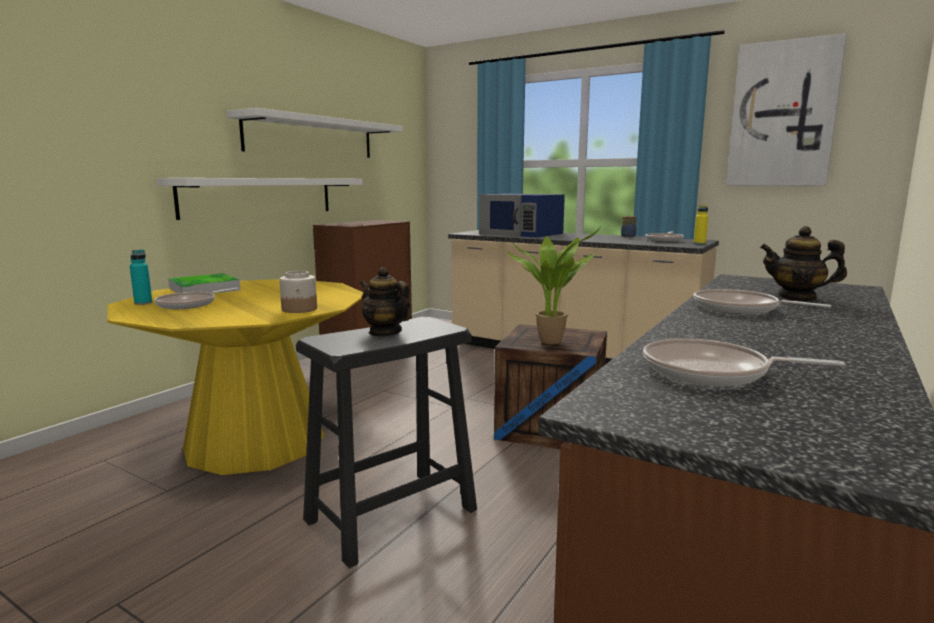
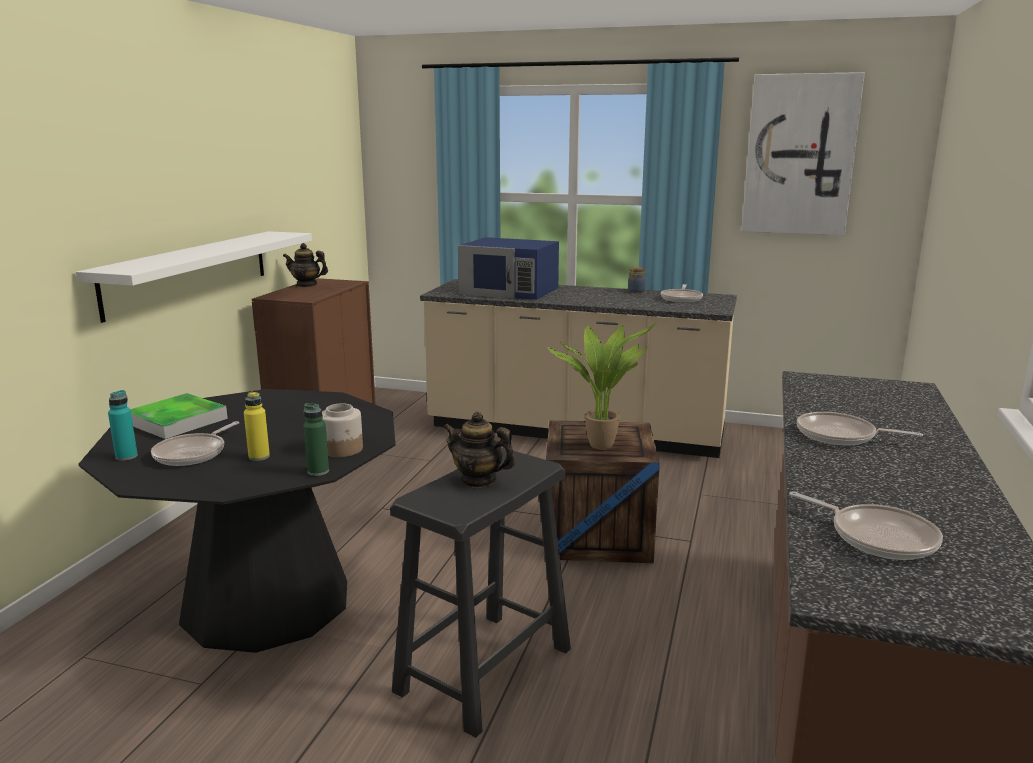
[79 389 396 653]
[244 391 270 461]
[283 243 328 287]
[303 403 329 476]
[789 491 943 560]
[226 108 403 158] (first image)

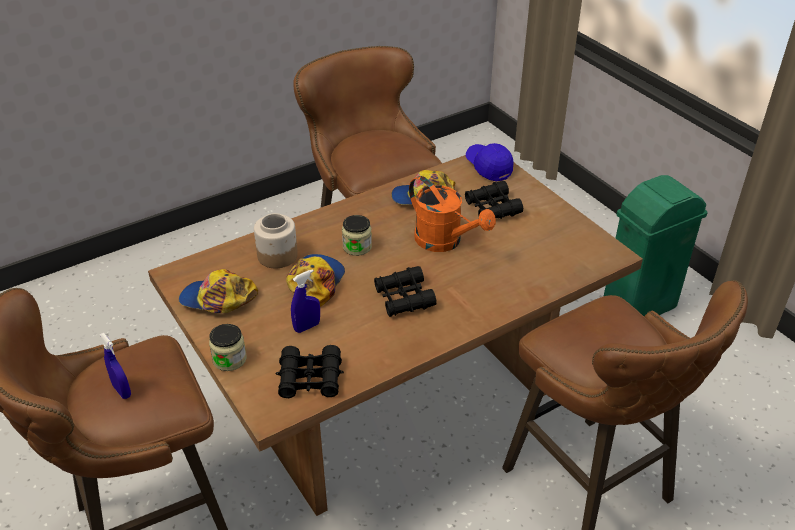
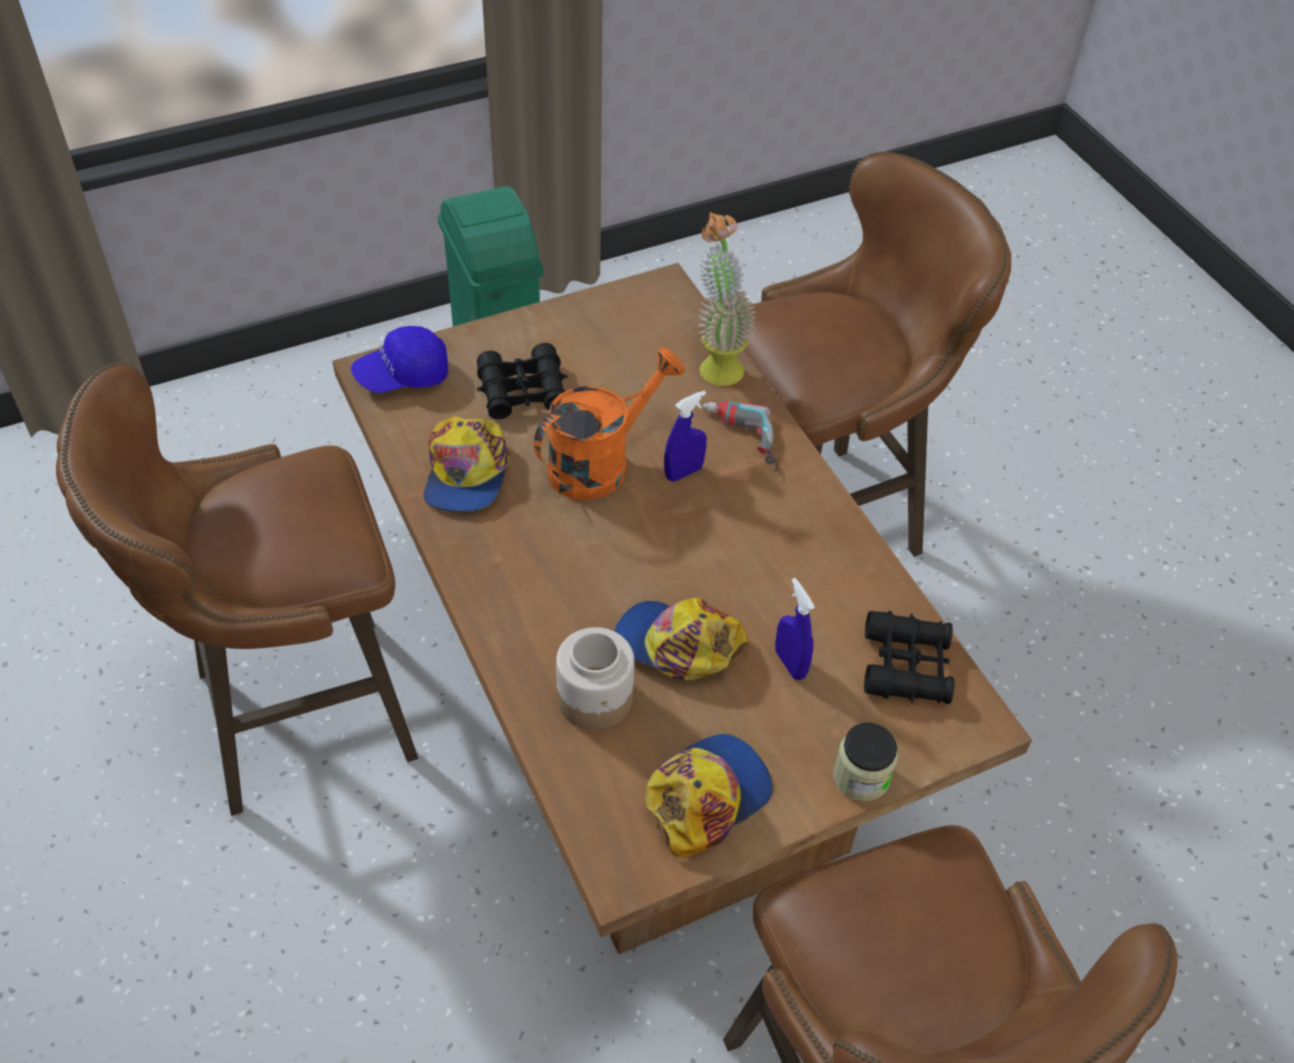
[645 734 773 857]
[664 390 707 482]
[697 212 756 386]
[702 401 778 471]
[342 215 372 256] (first image)
[374 266 437 317] (first image)

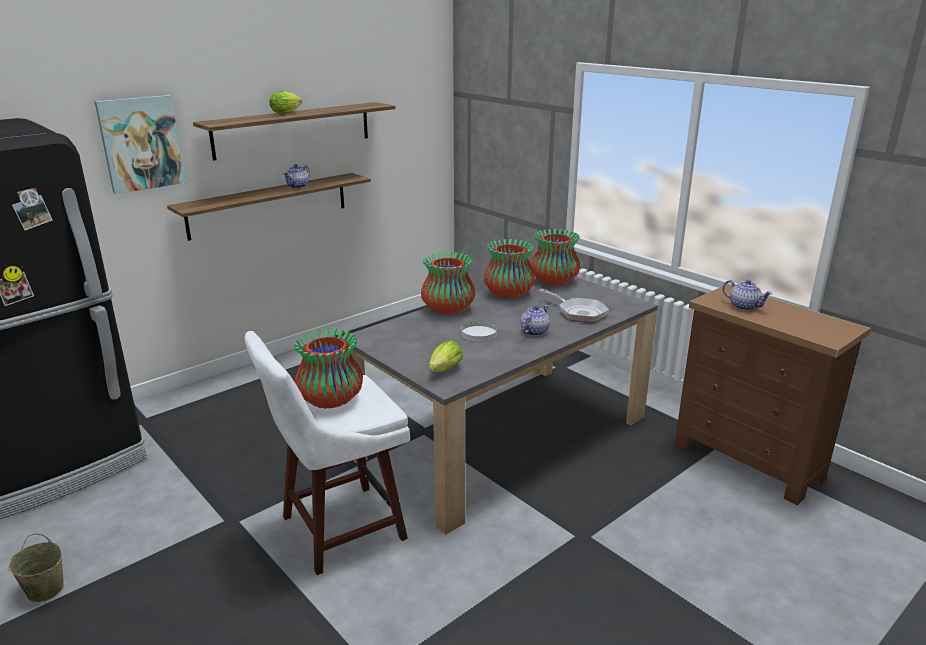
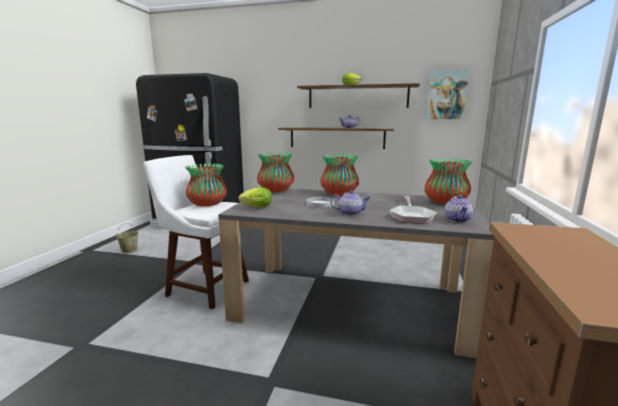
[257 152 294 192]
[424 69 469 119]
[445 195 473 222]

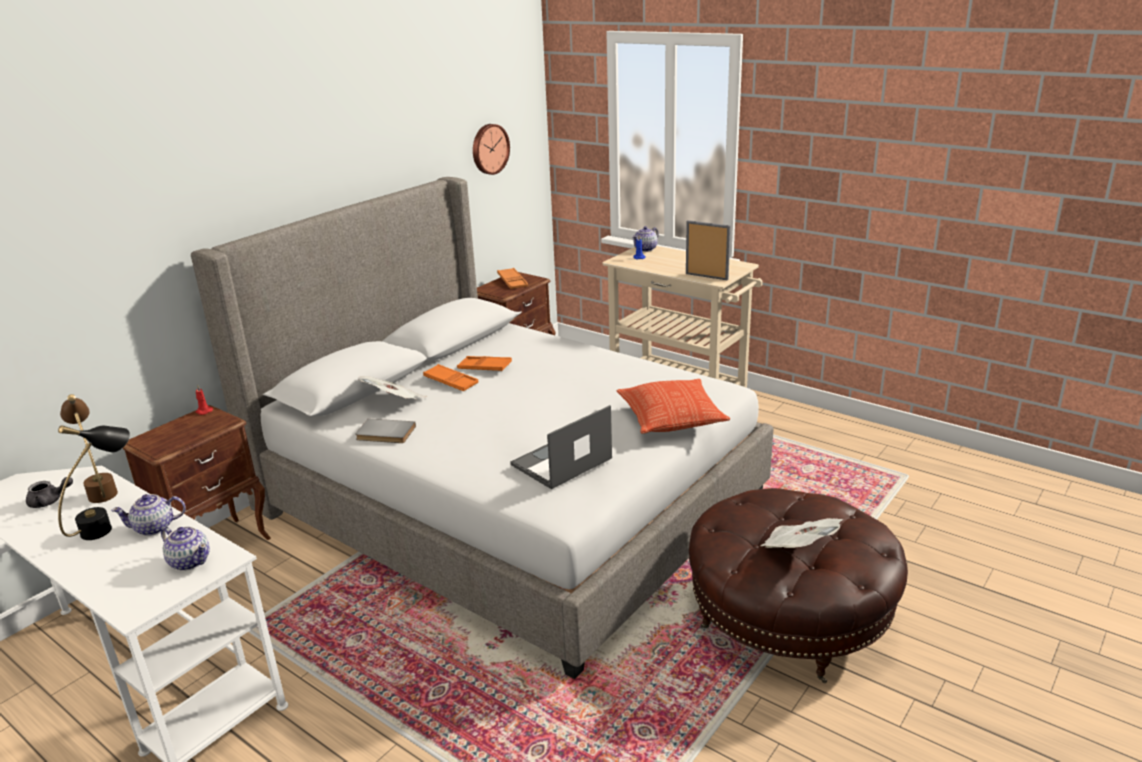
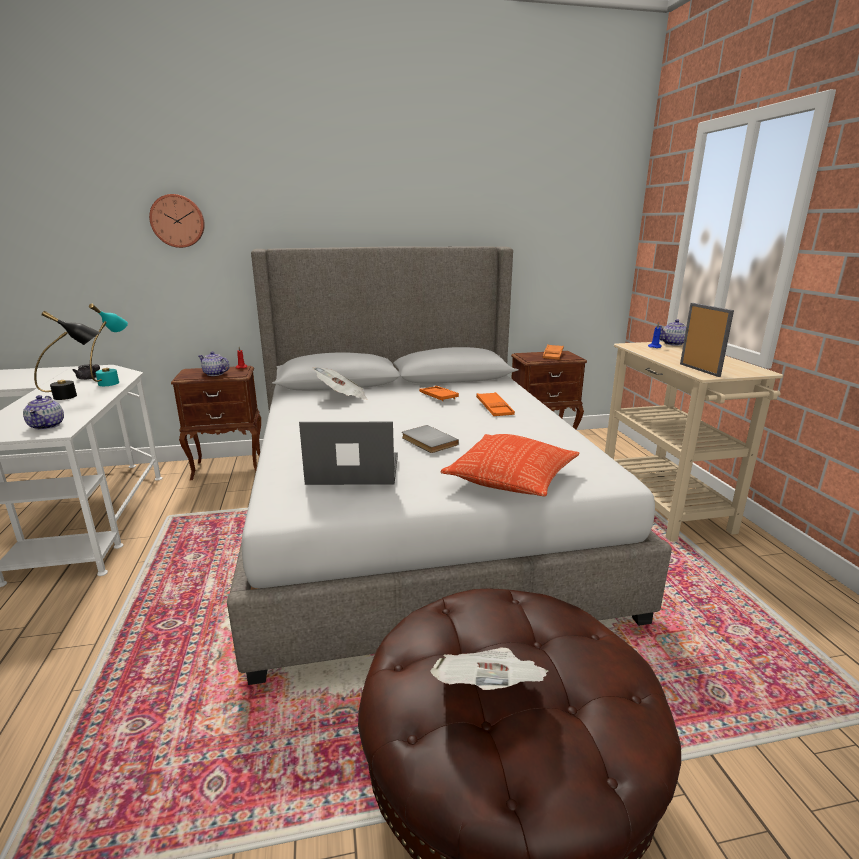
[89 304 128 386]
[149 194 205 248]
[198 351 230 376]
[402 425 459 453]
[476 392 515 416]

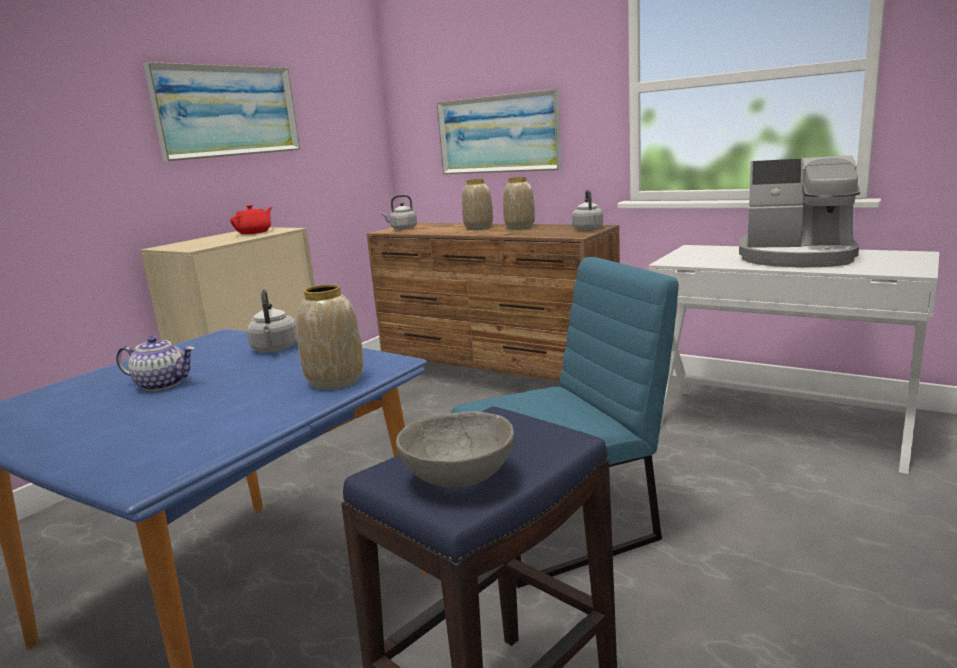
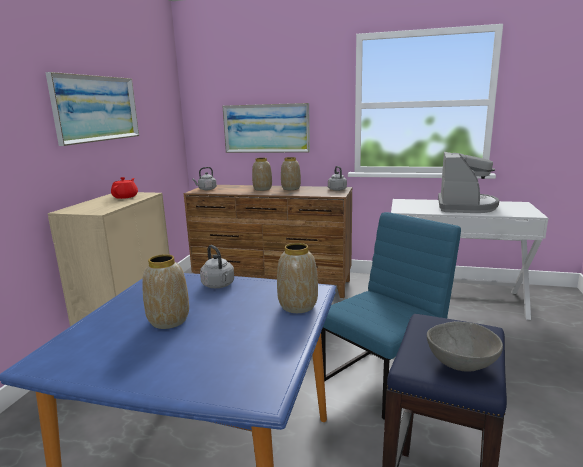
[142 254 189 329]
[438 151 499 213]

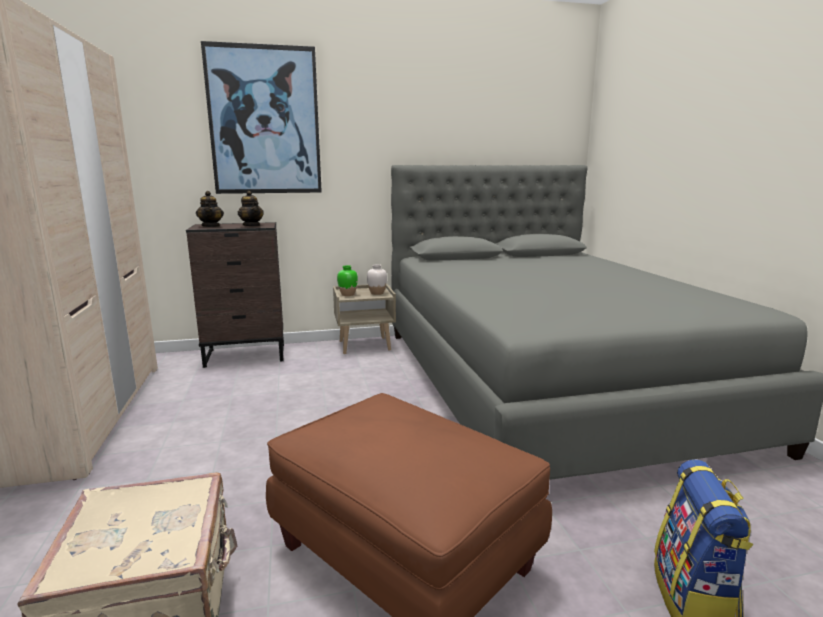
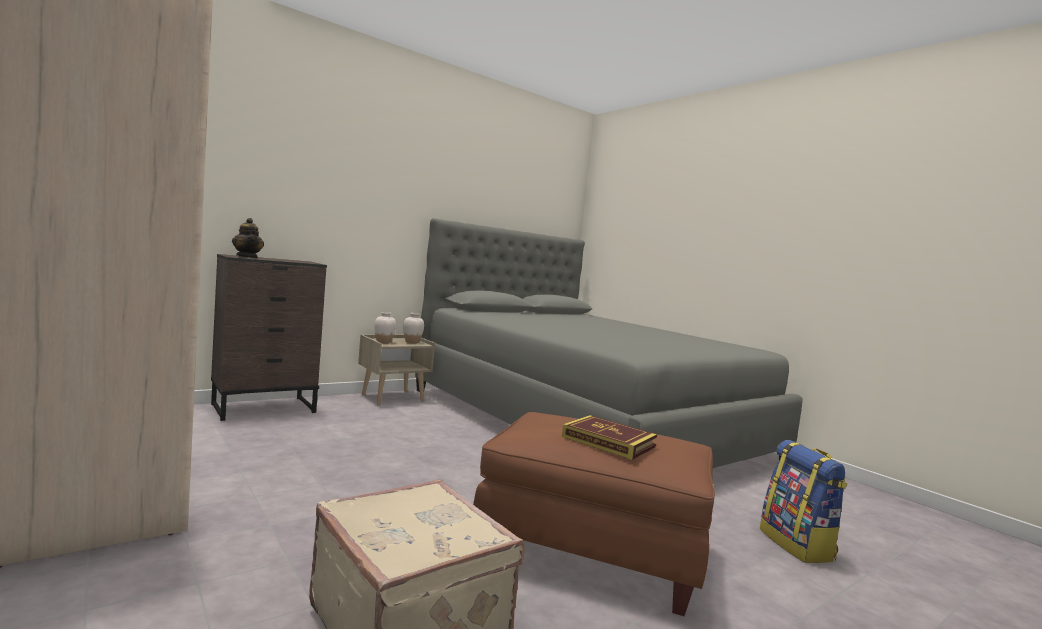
[374 312 396 344]
[562 415 657 460]
[201 41 322 194] (first image)
[238 191 264 226] (first image)

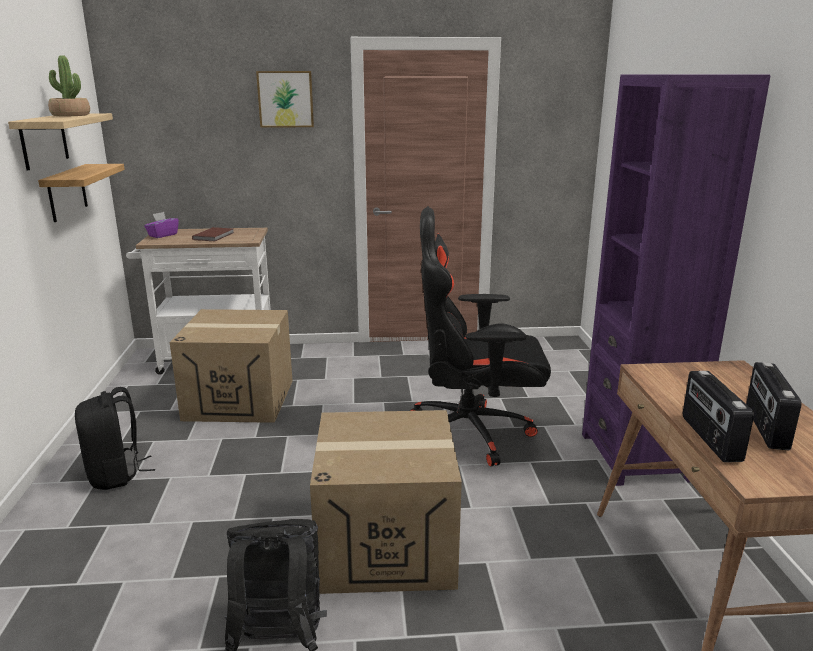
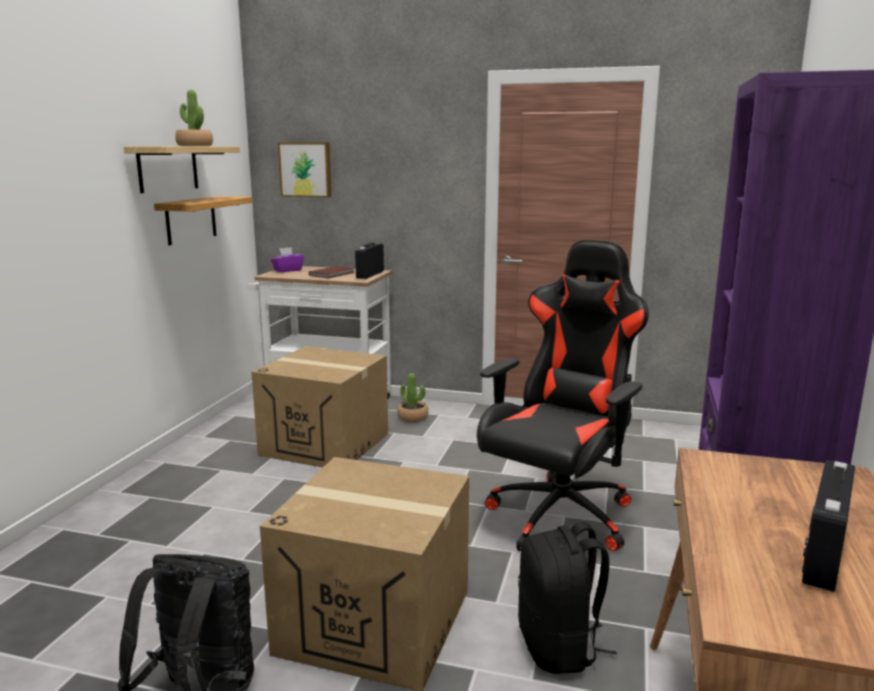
[278 142 331 197]
[355 243 384 279]
[398 373 428 422]
[477 240 649 551]
[518 522 617 674]

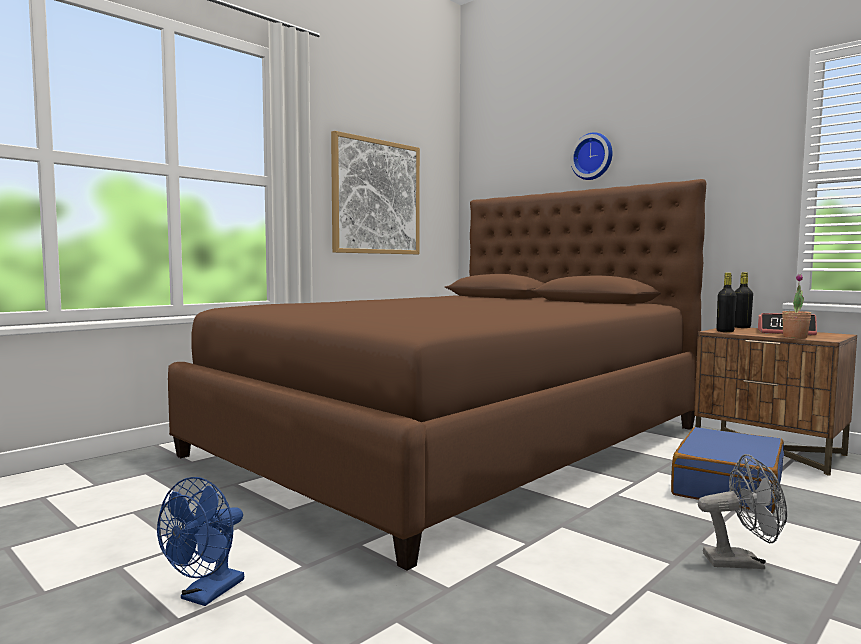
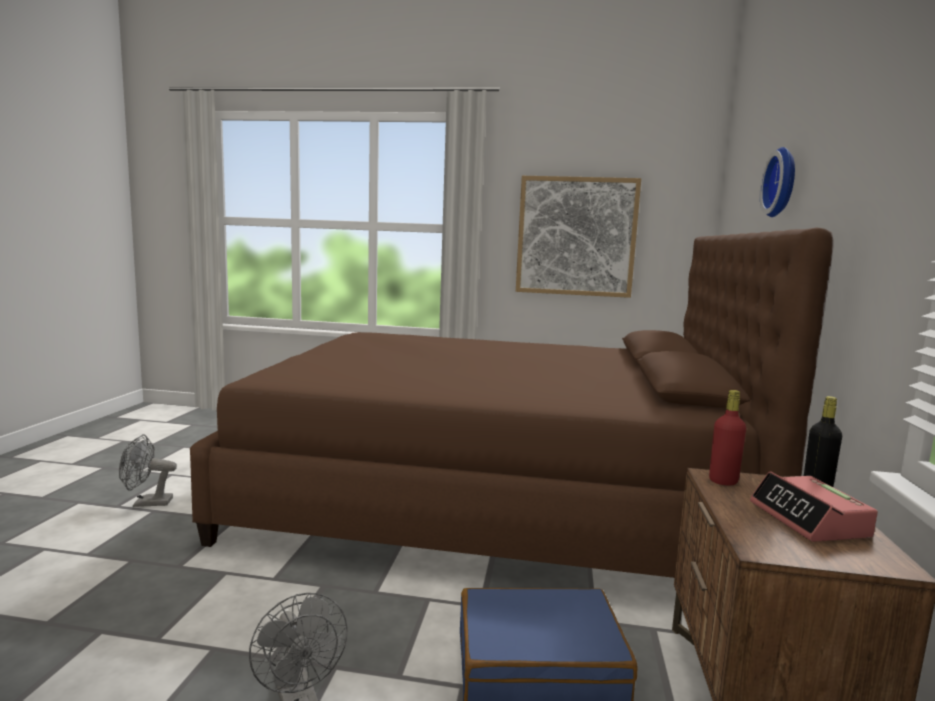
[119 434 177 507]
[709 390 746 486]
[782 274 811 338] (first image)

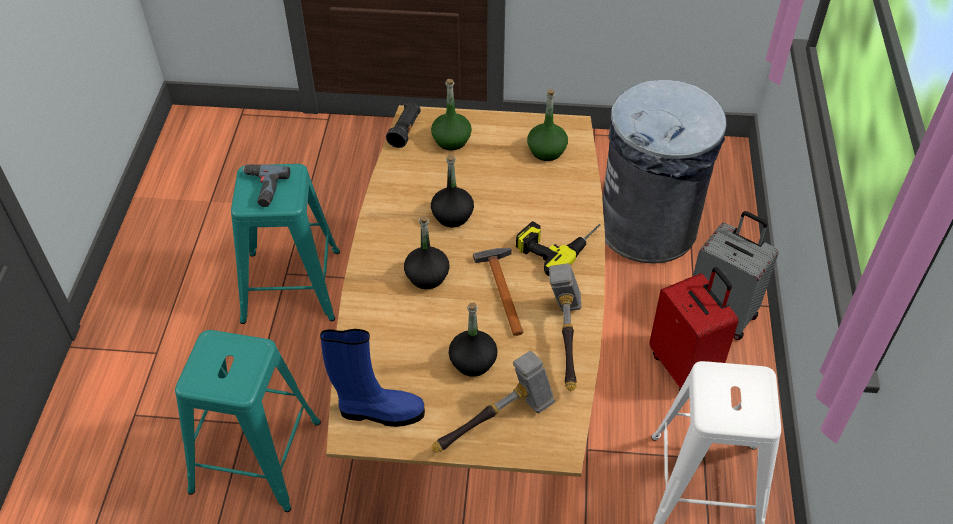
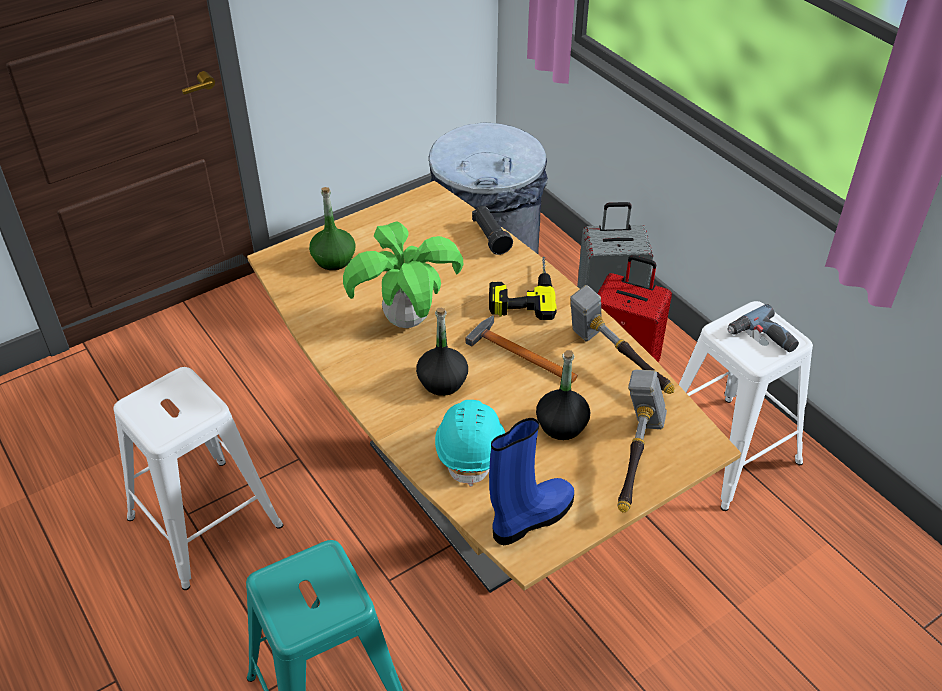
[113 367 283 590]
[343 221 464 328]
[435 400 505 487]
[472 206 513 255]
[728 304 799 352]
[527 89 568 161] (first image)

